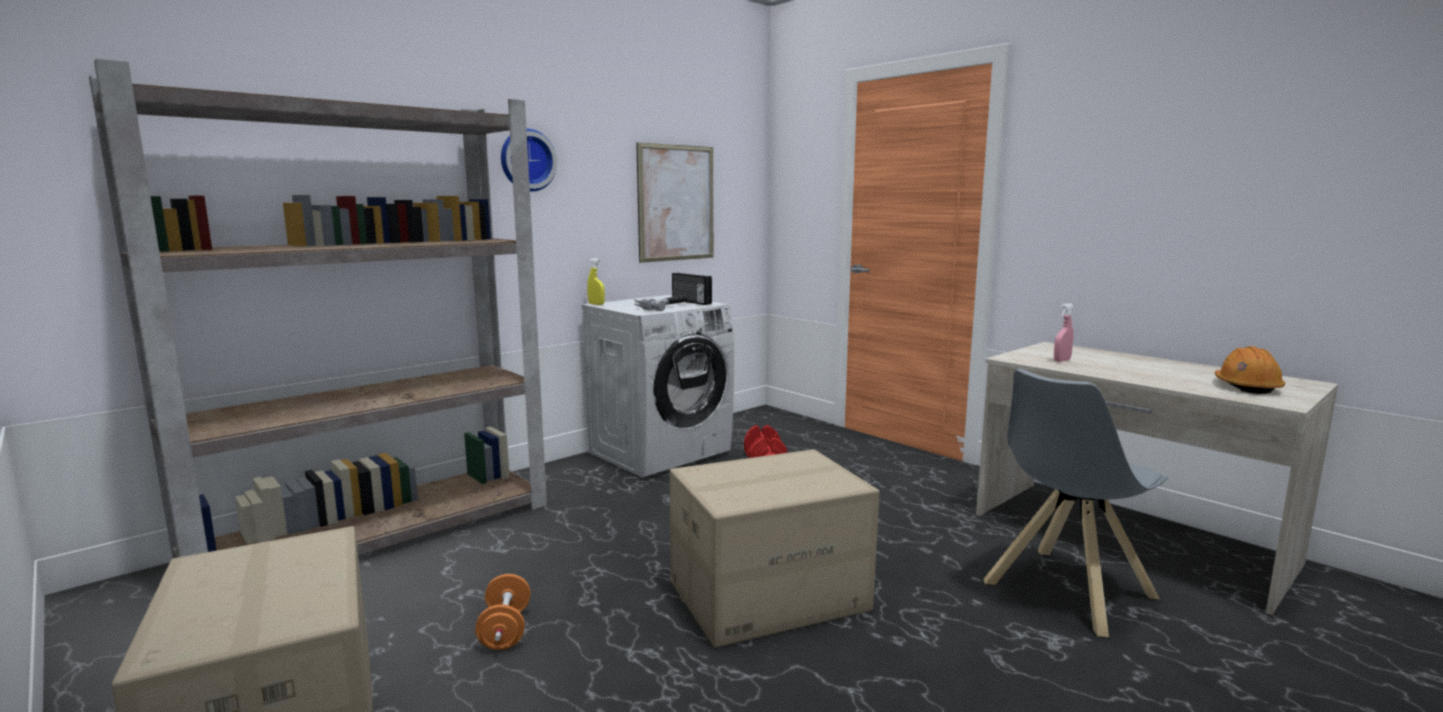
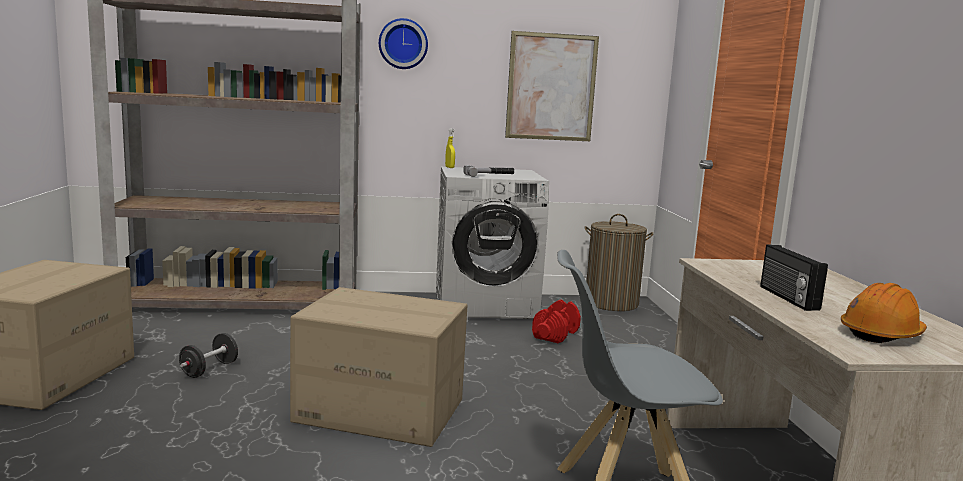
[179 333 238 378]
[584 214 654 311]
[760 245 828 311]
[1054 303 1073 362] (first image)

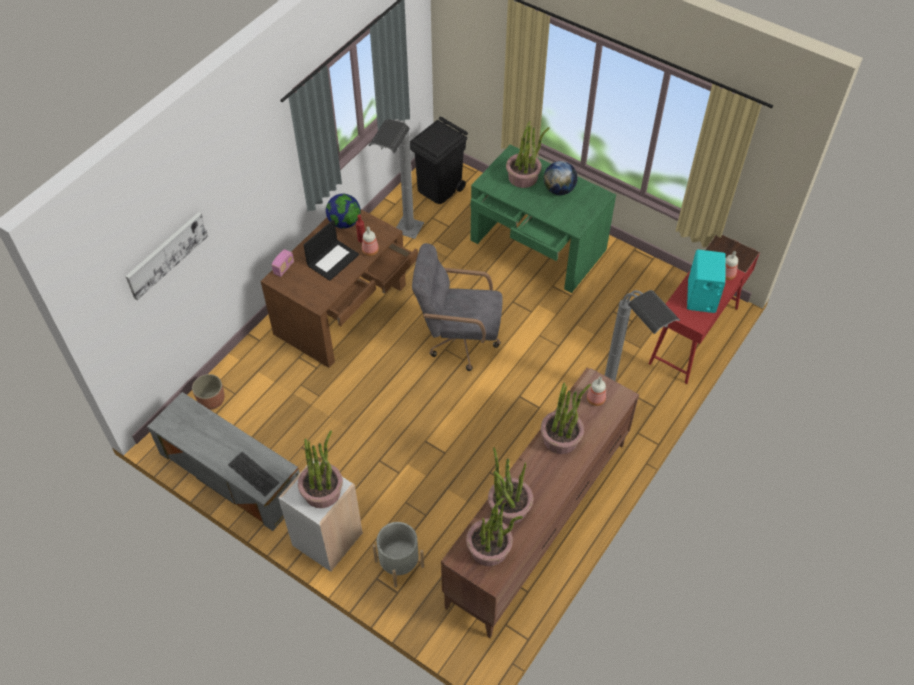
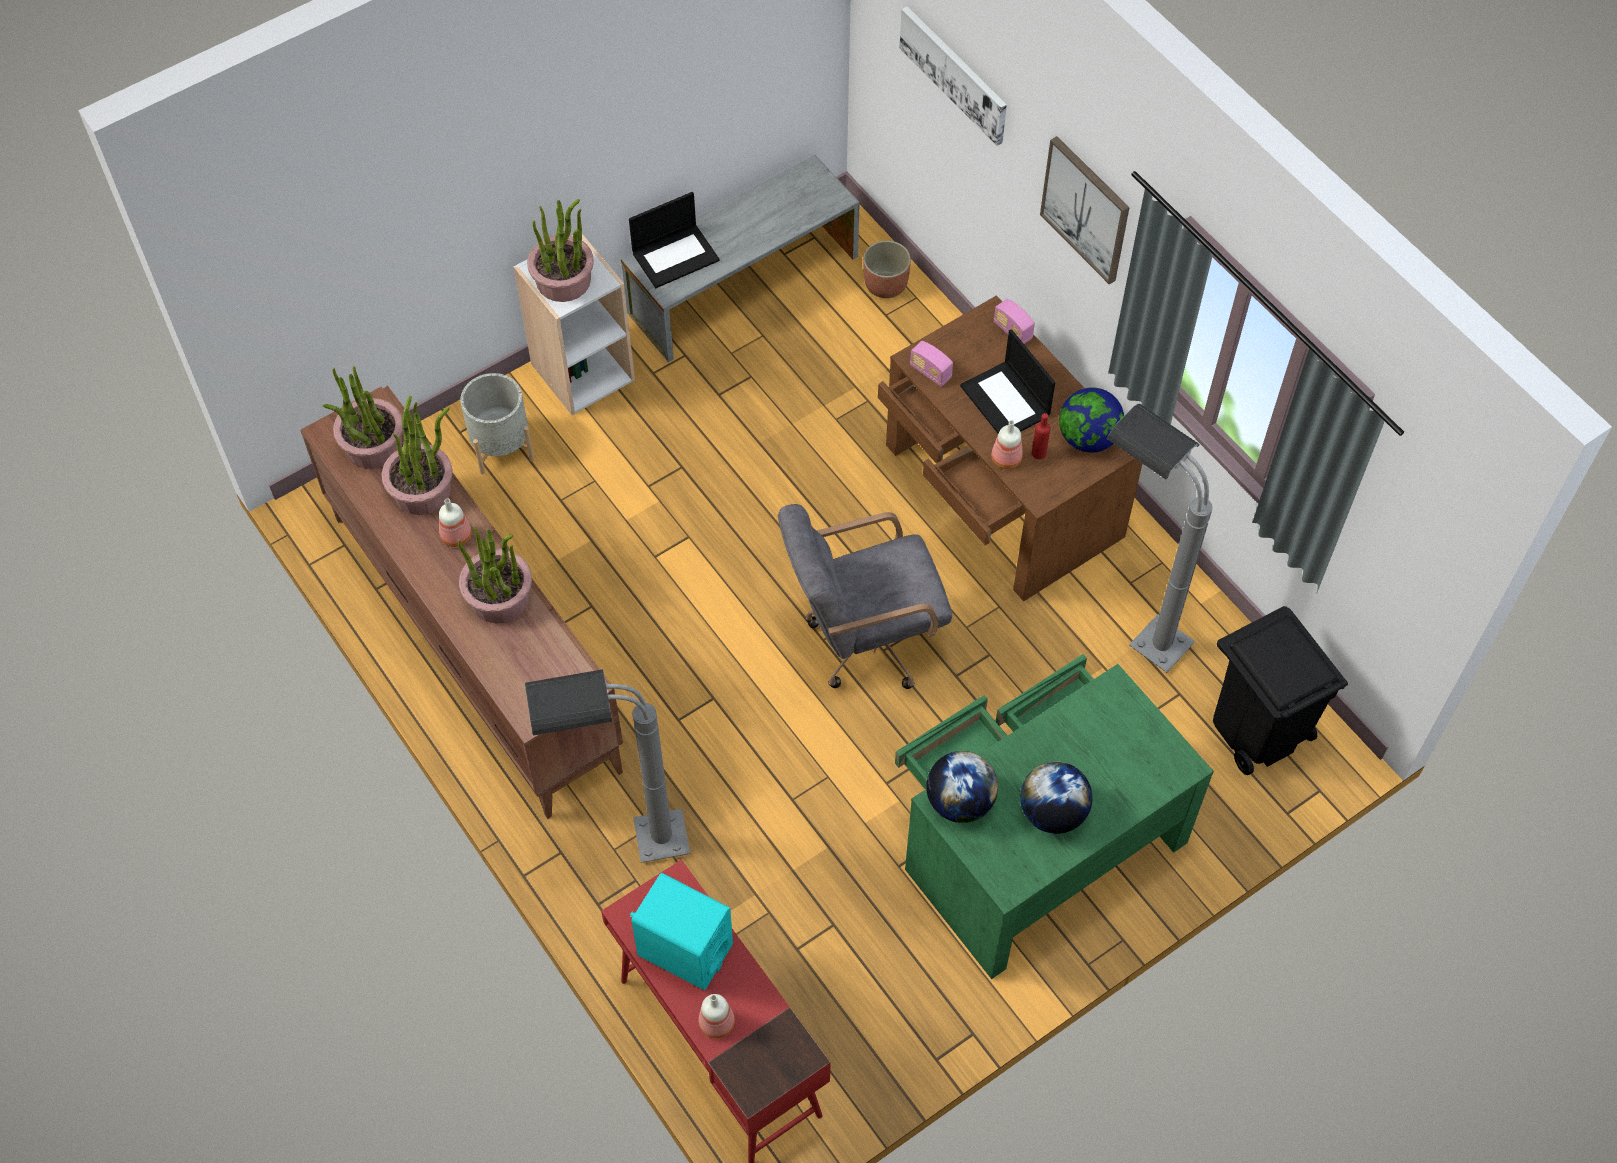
[439 498 472 547]
[629 192 720 288]
[778 504 952 689]
[910 341 953 387]
[926 751 998 823]
[1040 136 1130 284]
[506 121 550 188] (first image)

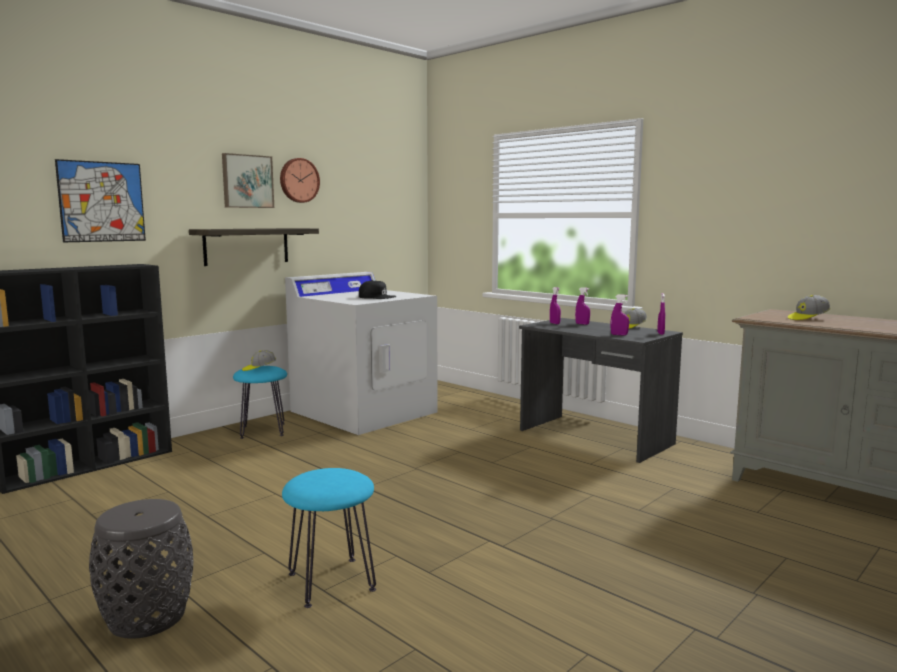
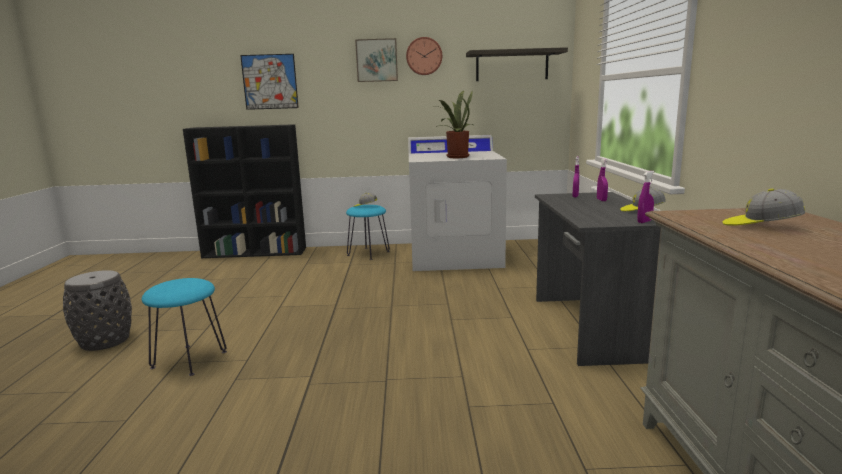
[436 91 474 158]
[466 47 568 81]
[611 295 629 335] (first image)

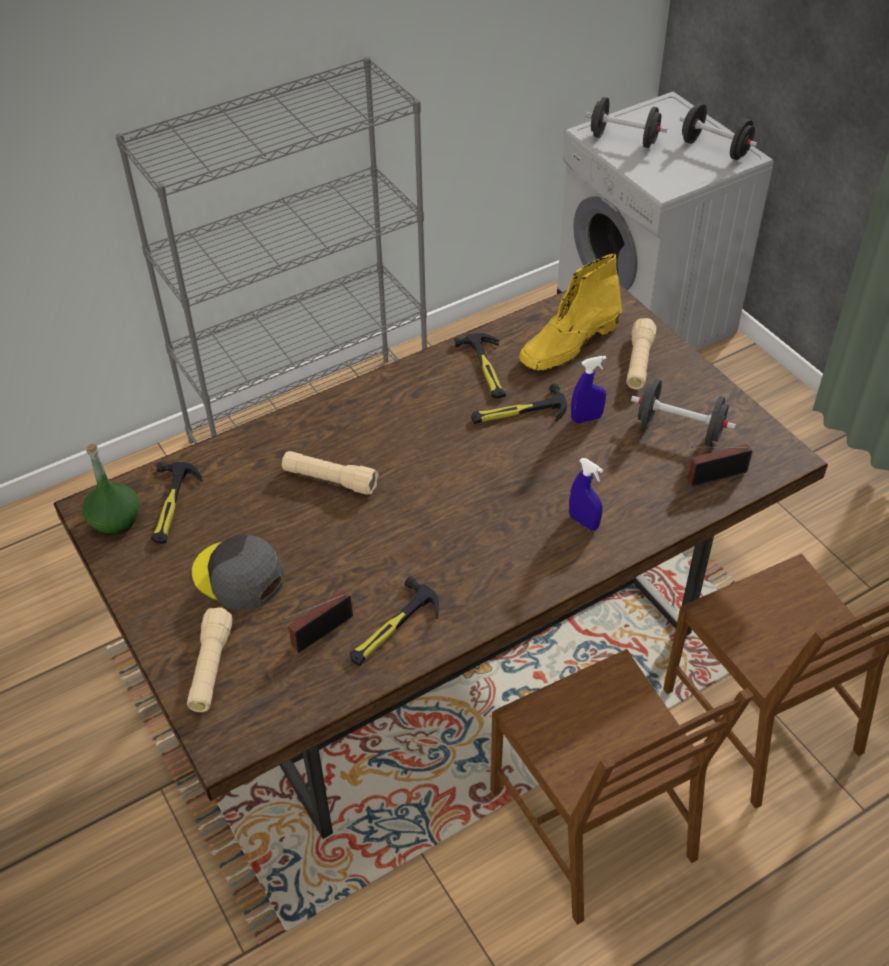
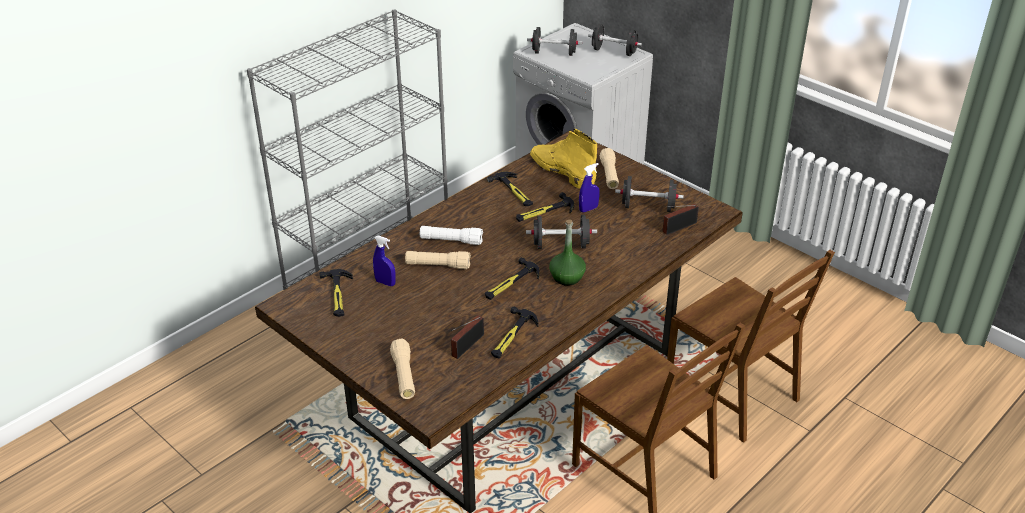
[373 235 396 286]
[420 226 483 245]
[485 257 539 300]
[526 215 597 249]
[530 129 597 188]
[549 219 586 286]
[192 535 285 610] (first image)

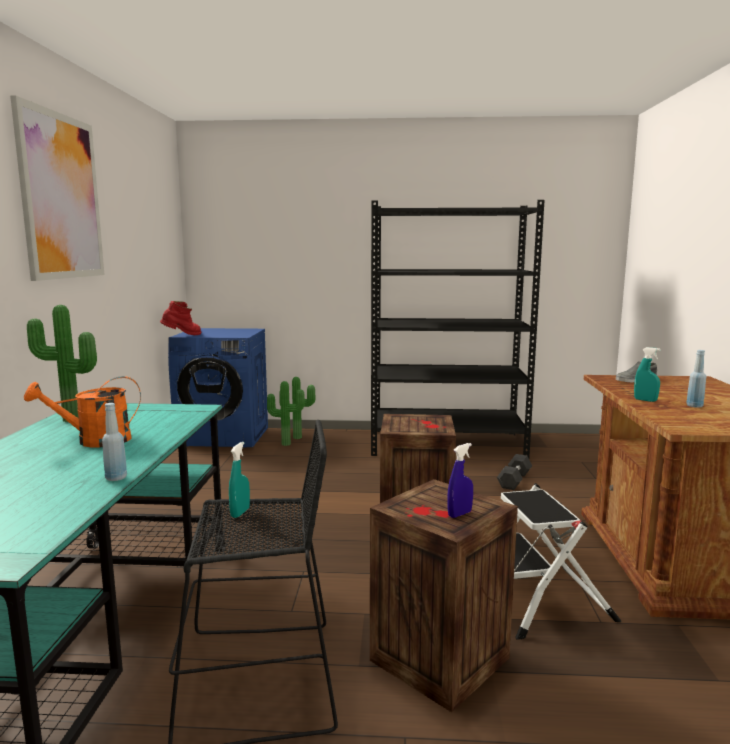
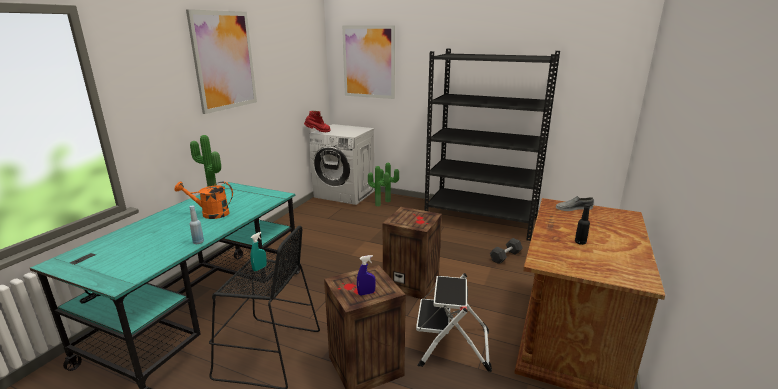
[309 124 375 205]
[342 25 395 99]
[575 204 590 245]
[634 347 660 402] (first image)

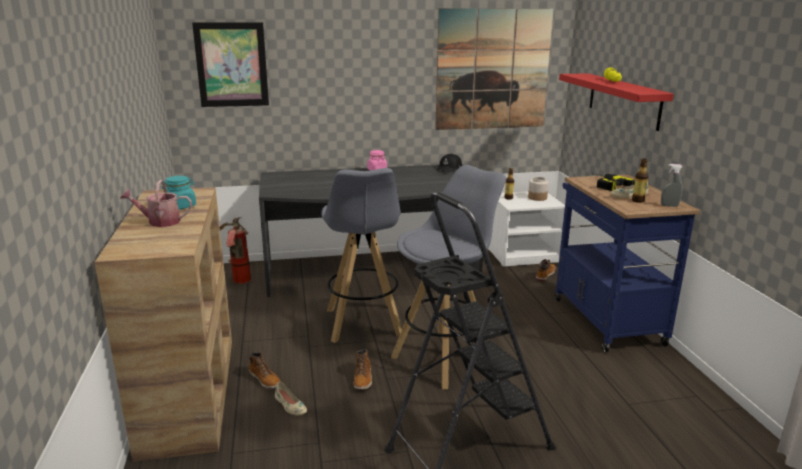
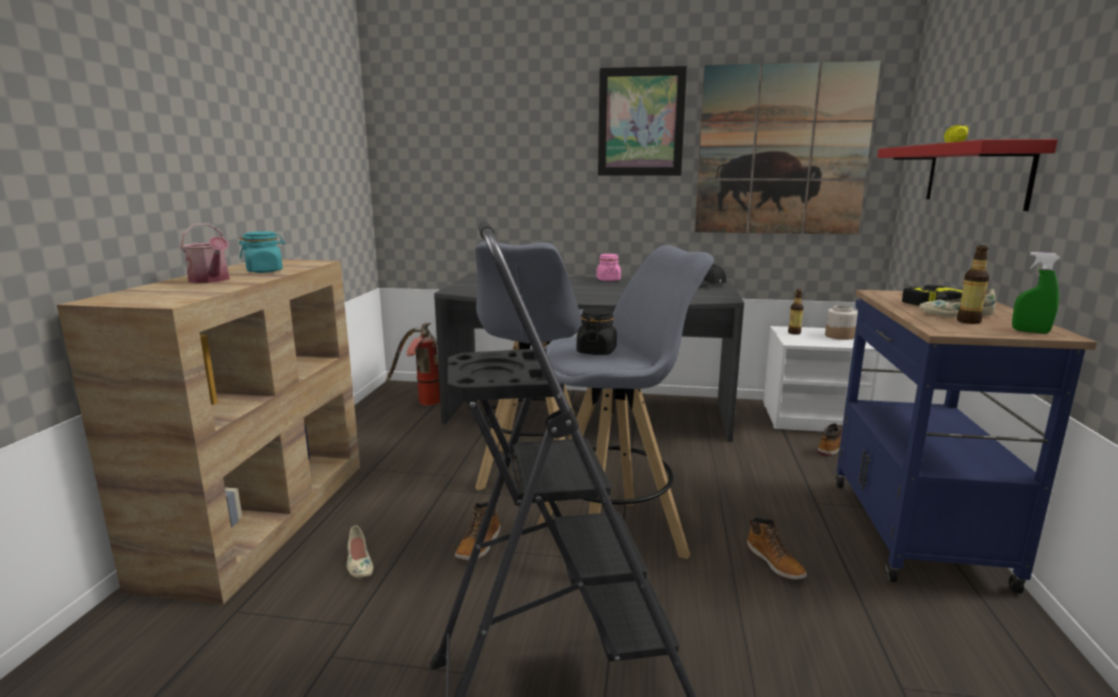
[180 223 230 283]
[577 308 617 355]
[598 66 687 176]
[747 517 807 580]
[1012 252 1061 334]

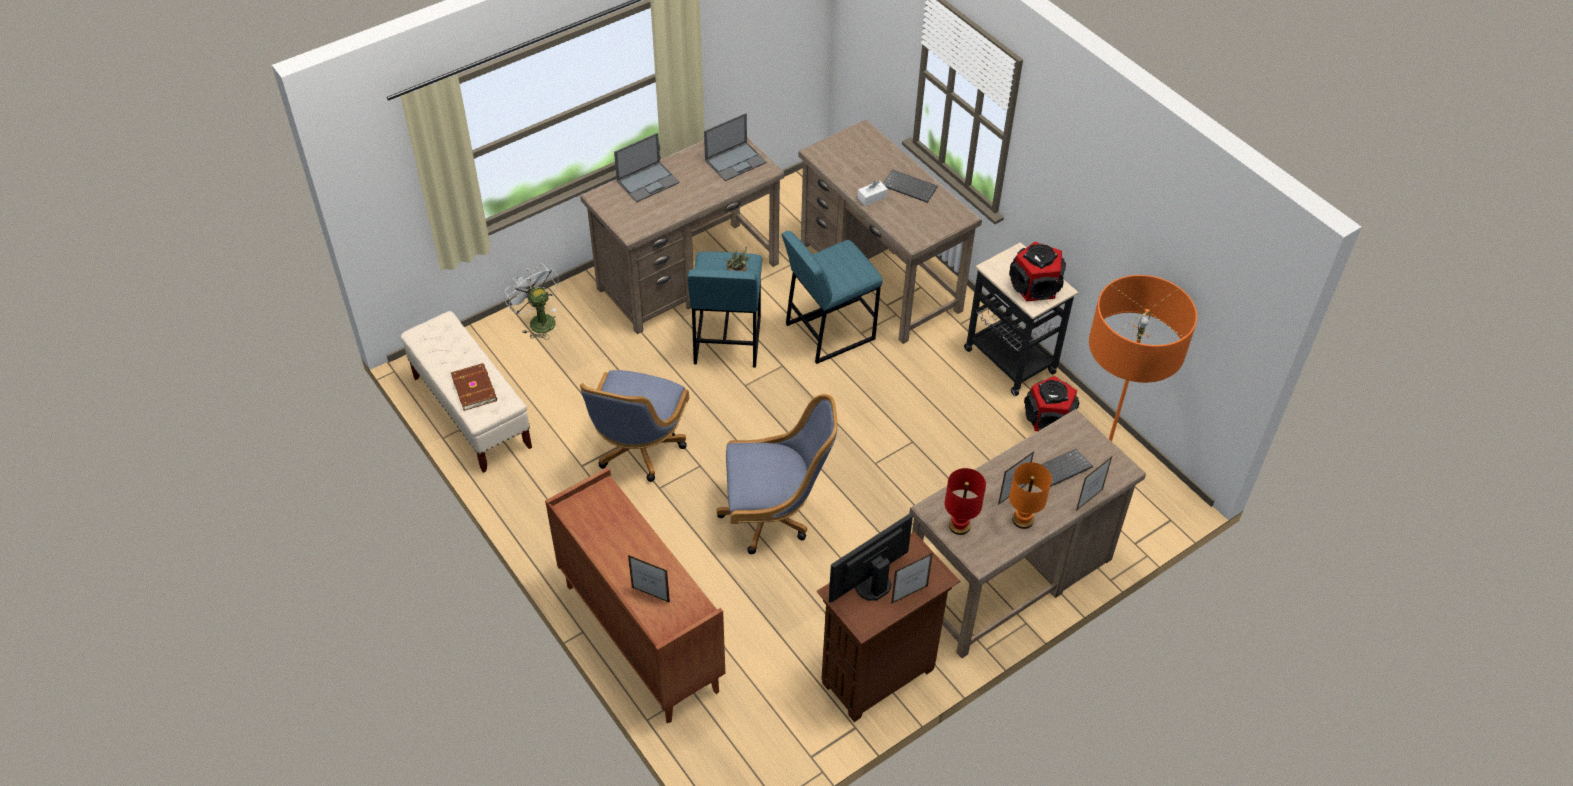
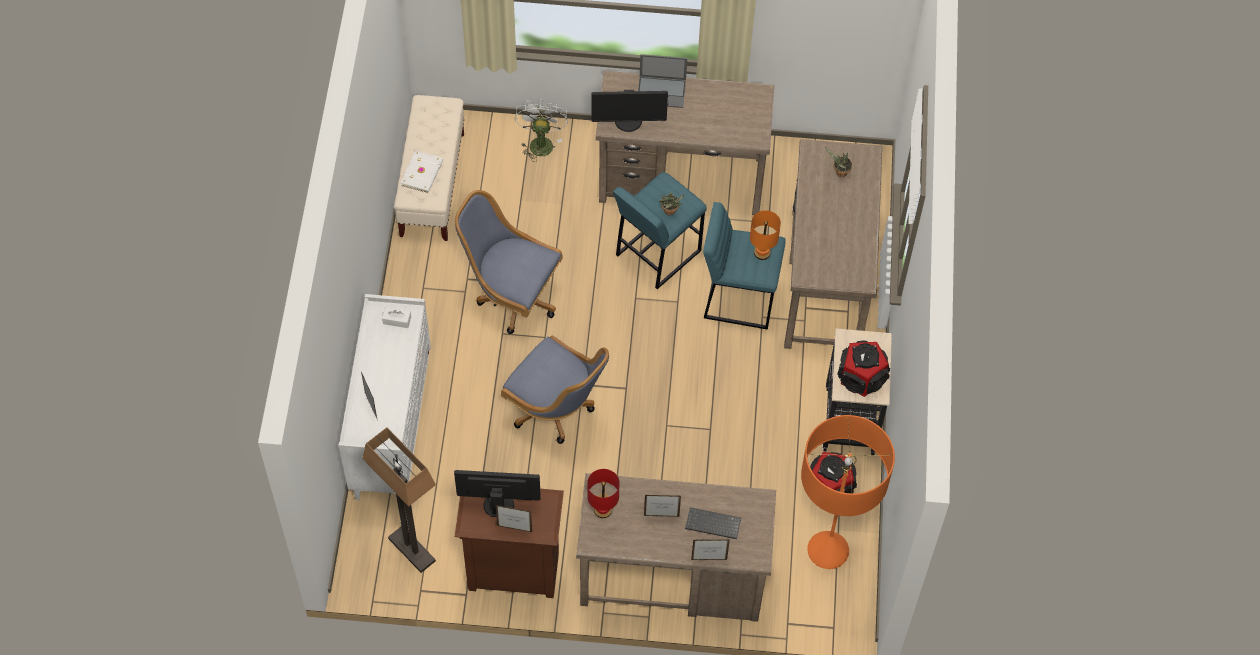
[339 294 431 500]
[362 427 436 573]
[382 307 411 328]
[401 150 443 193]
[455 190 563 334]
[591 90 668 132]
[750 210 781 260]
[825 147 852 177]
[704 113 767 181] (first image)
[883 169 938 203] (first image)

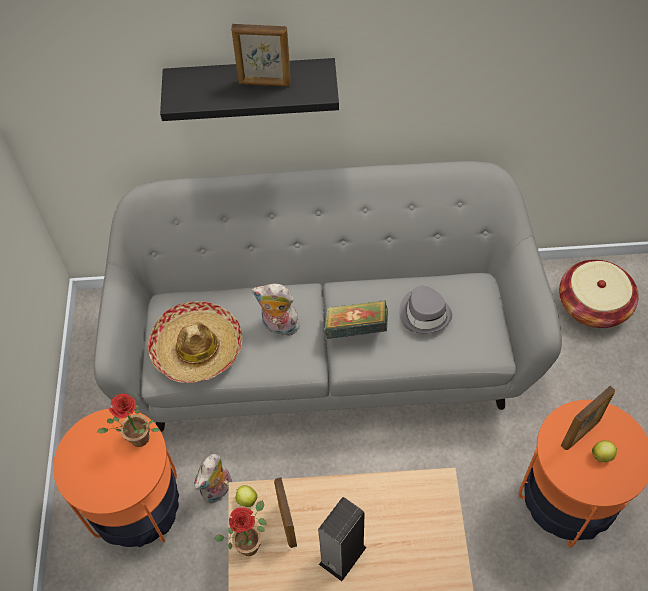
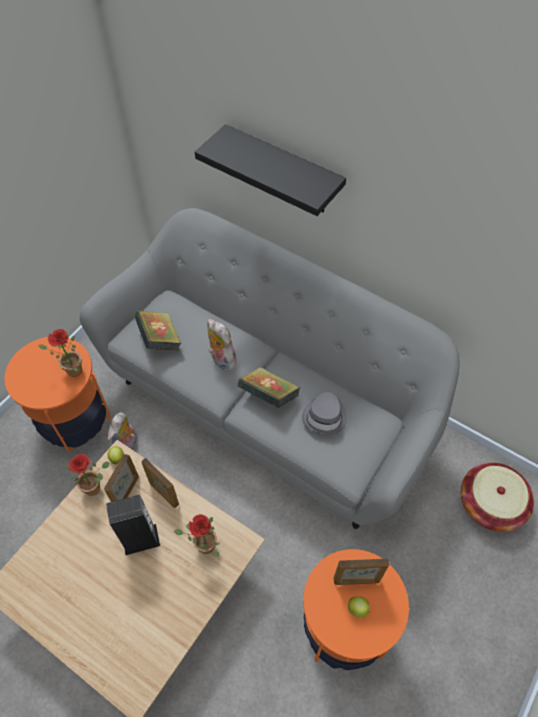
[107 412 138 449]
[134 311 182 350]
[142 458 179 508]
[174 514 220 557]

